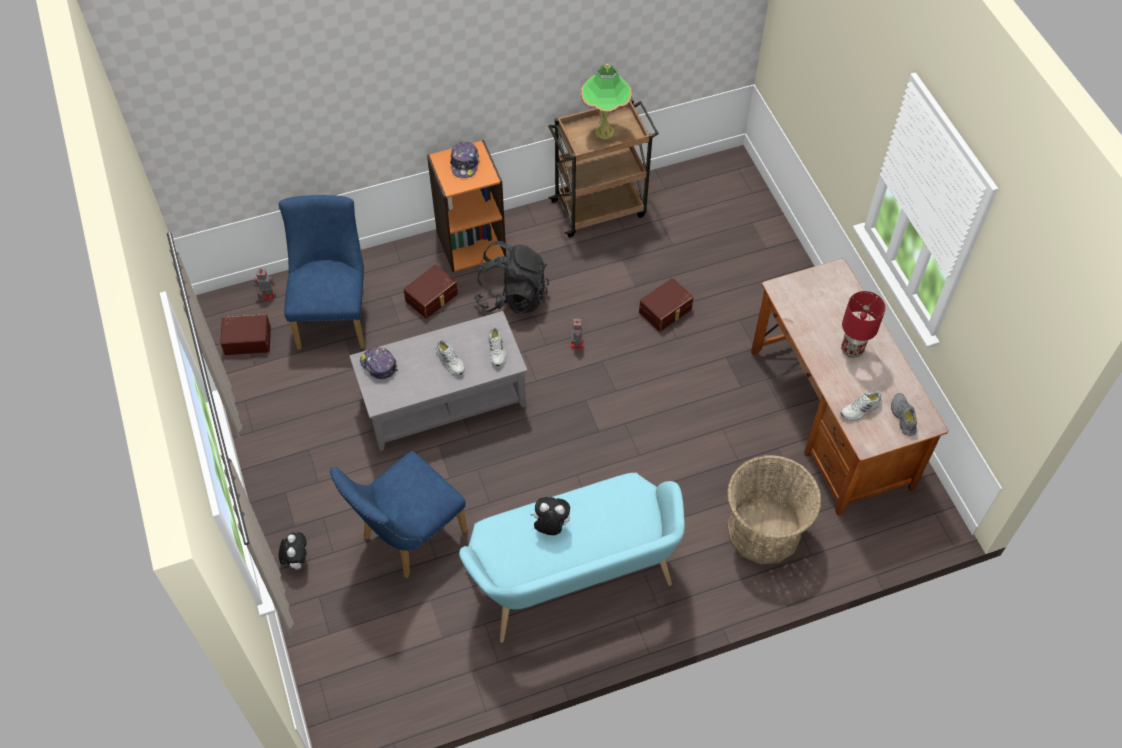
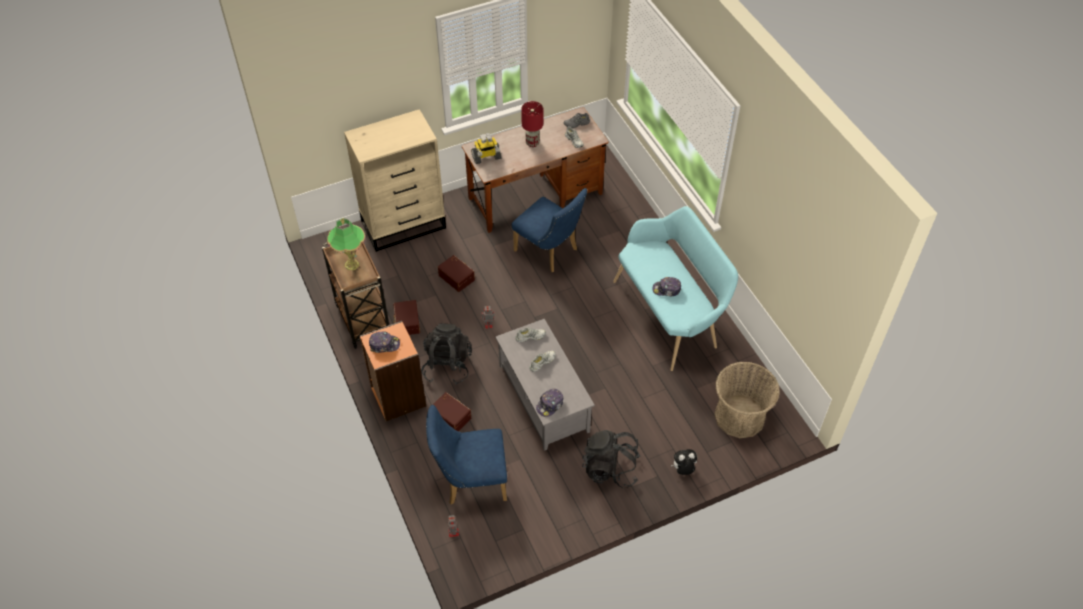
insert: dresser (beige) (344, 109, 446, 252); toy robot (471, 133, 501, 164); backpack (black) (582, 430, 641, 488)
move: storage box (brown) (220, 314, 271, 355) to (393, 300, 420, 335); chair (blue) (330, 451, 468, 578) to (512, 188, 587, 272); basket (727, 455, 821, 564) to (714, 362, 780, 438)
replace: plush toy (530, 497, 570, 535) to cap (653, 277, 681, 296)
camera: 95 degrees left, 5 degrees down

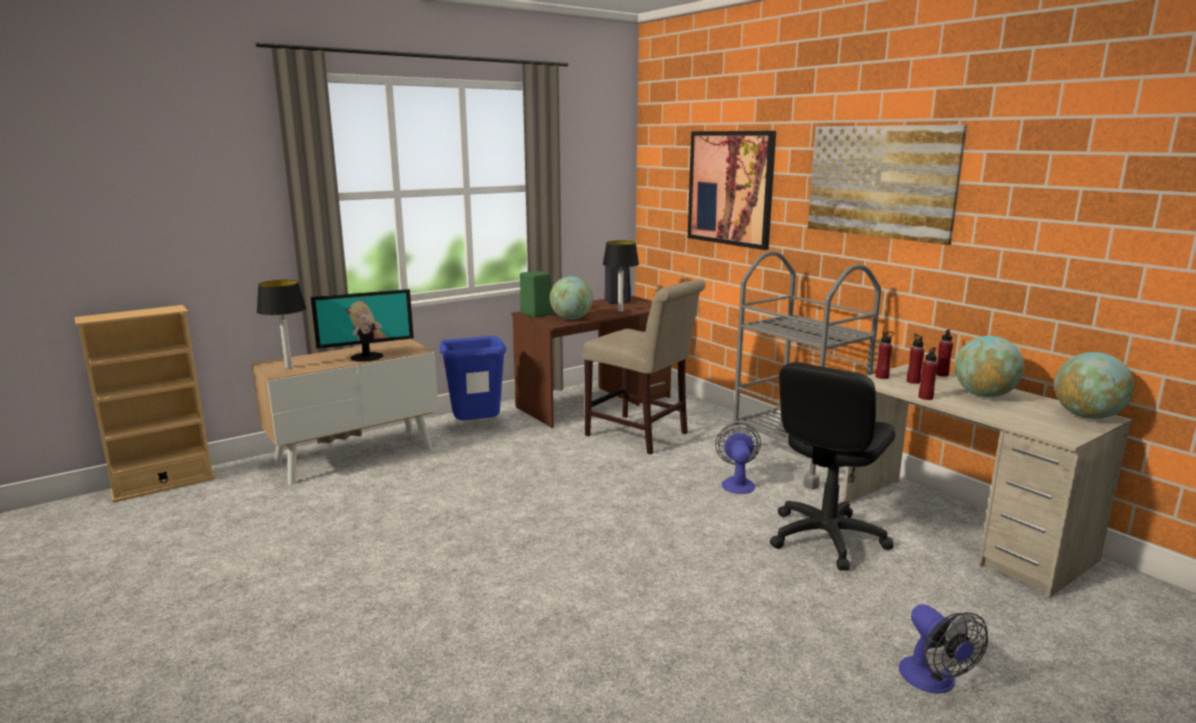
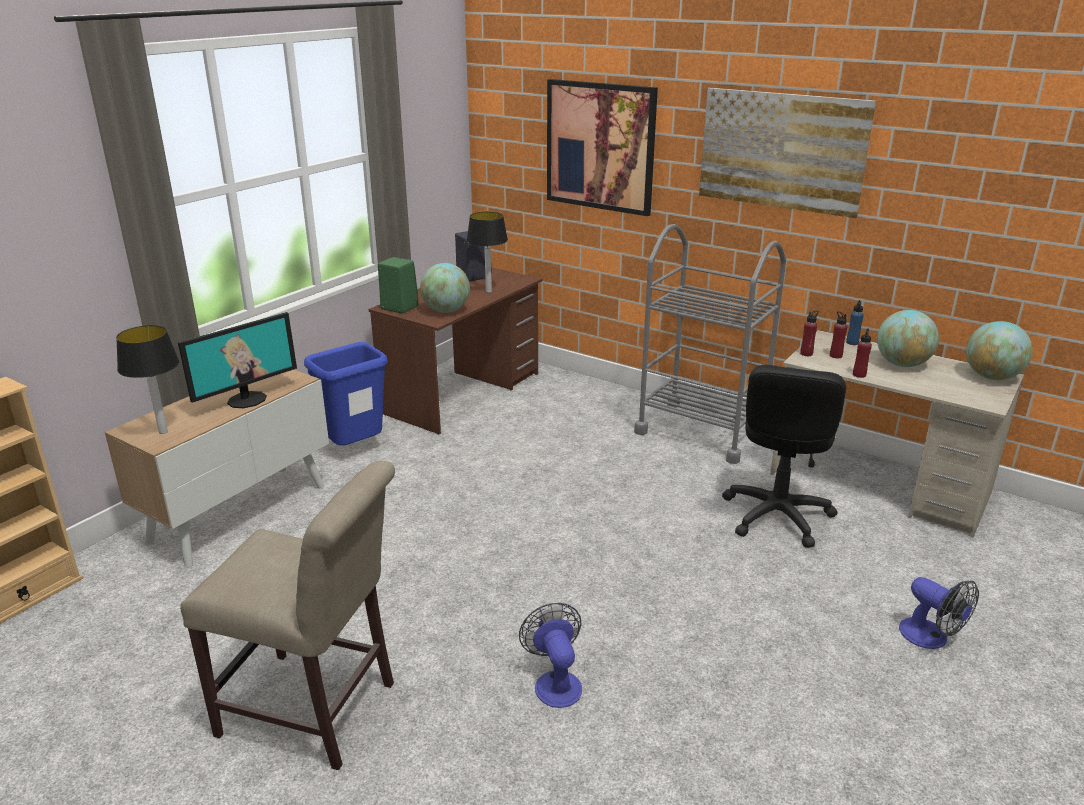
move: chair (beige) (583, 279, 705, 454) to (180, 461, 395, 770); fan (715, 423, 761, 494) to (519, 603, 582, 708)
recolor: bottle (red) (936, 329, 953, 377) to bottle (blue) (846, 300, 864, 345)
camera: 20 degrees left, 10 degrees up

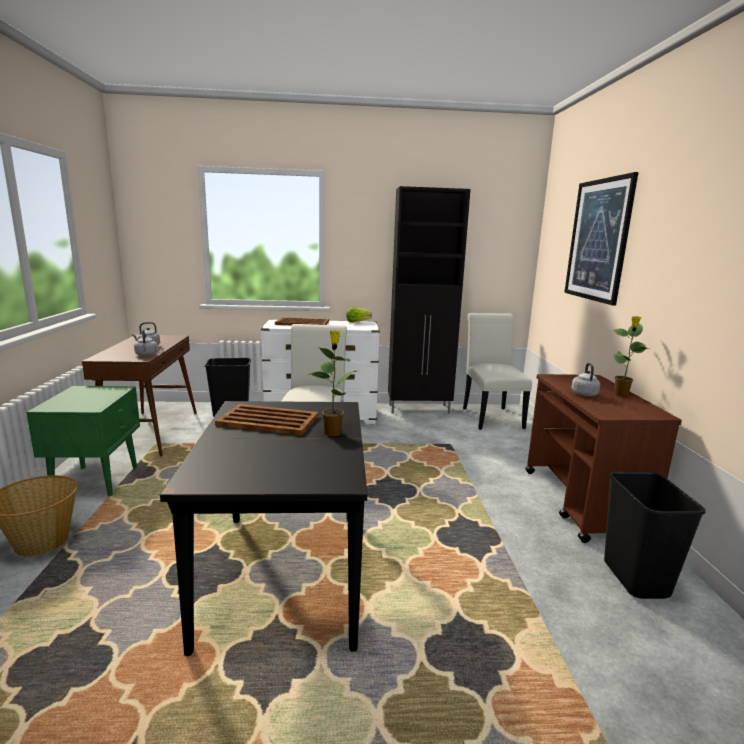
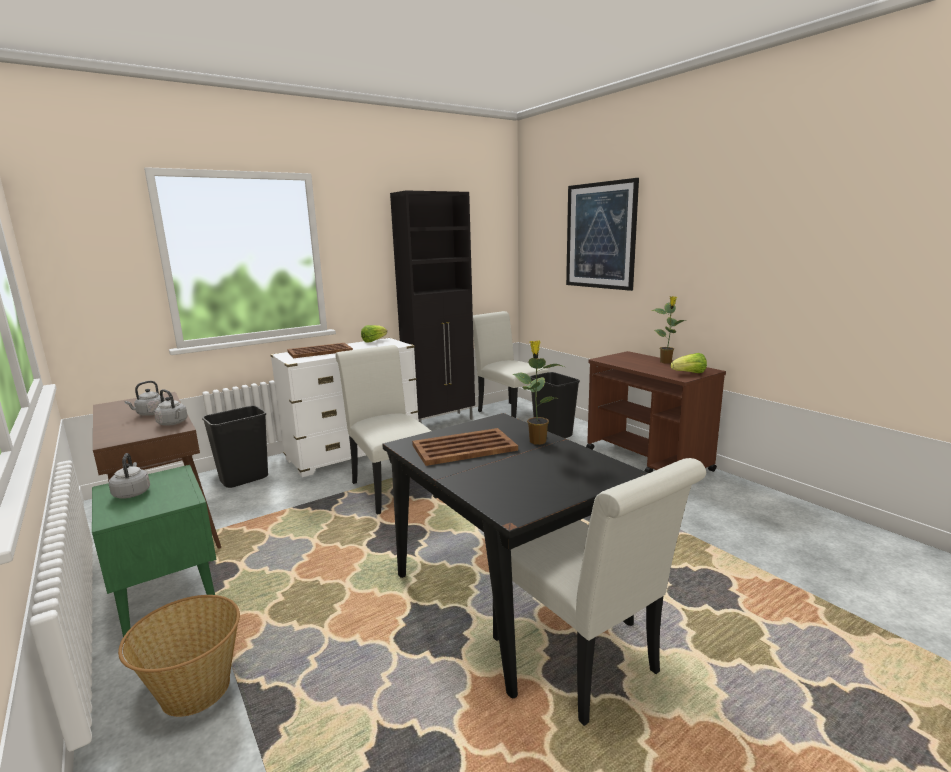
insert: chair (white) (493, 458, 706, 726); lettuce (670, 353, 707, 373)
move: kettle (grey) (571, 363, 600, 396) to (109, 453, 150, 499); trash can (black) (604, 472, 706, 599) to (530, 372, 580, 438)
camera: 30 degrees left, 0 degrees up

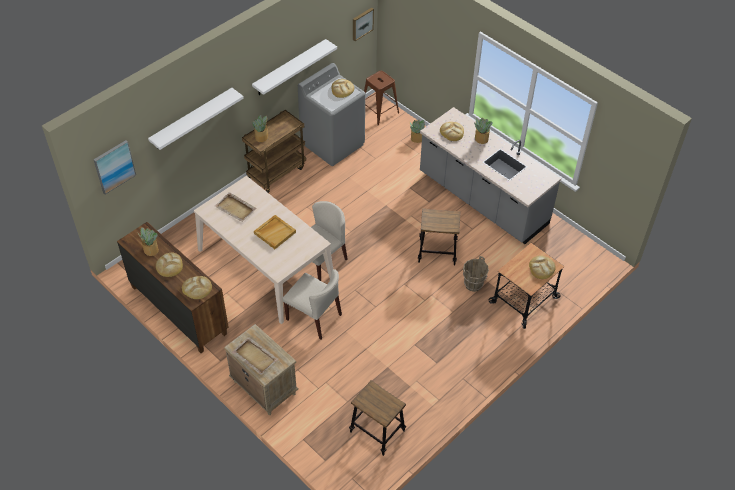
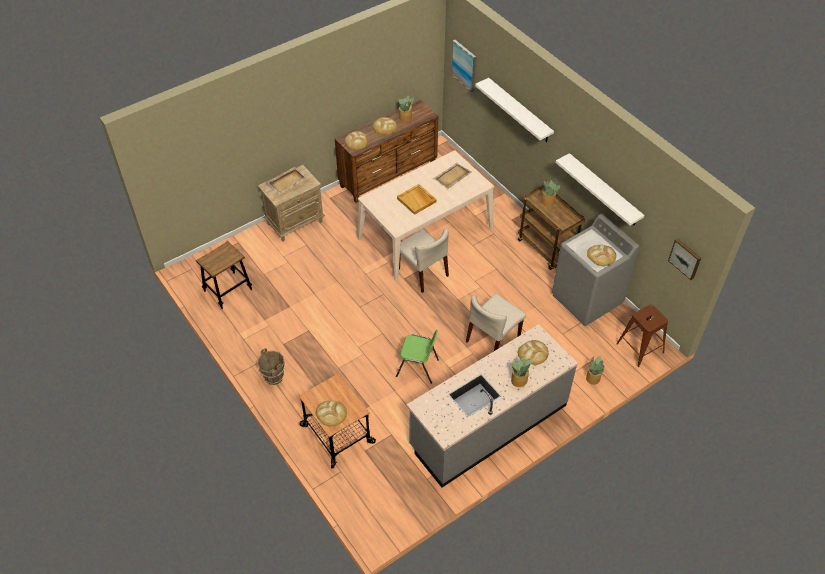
move: chair (beige) (283, 269, 342, 340) to (466, 294, 526, 351); bucket (brown) (463, 256, 489, 292) to (257, 348, 285, 385)
replace: stool (418, 208, 460, 266) to chair (green) (396, 330, 439, 384)
camera: 100 degrees right, 0 degrees up

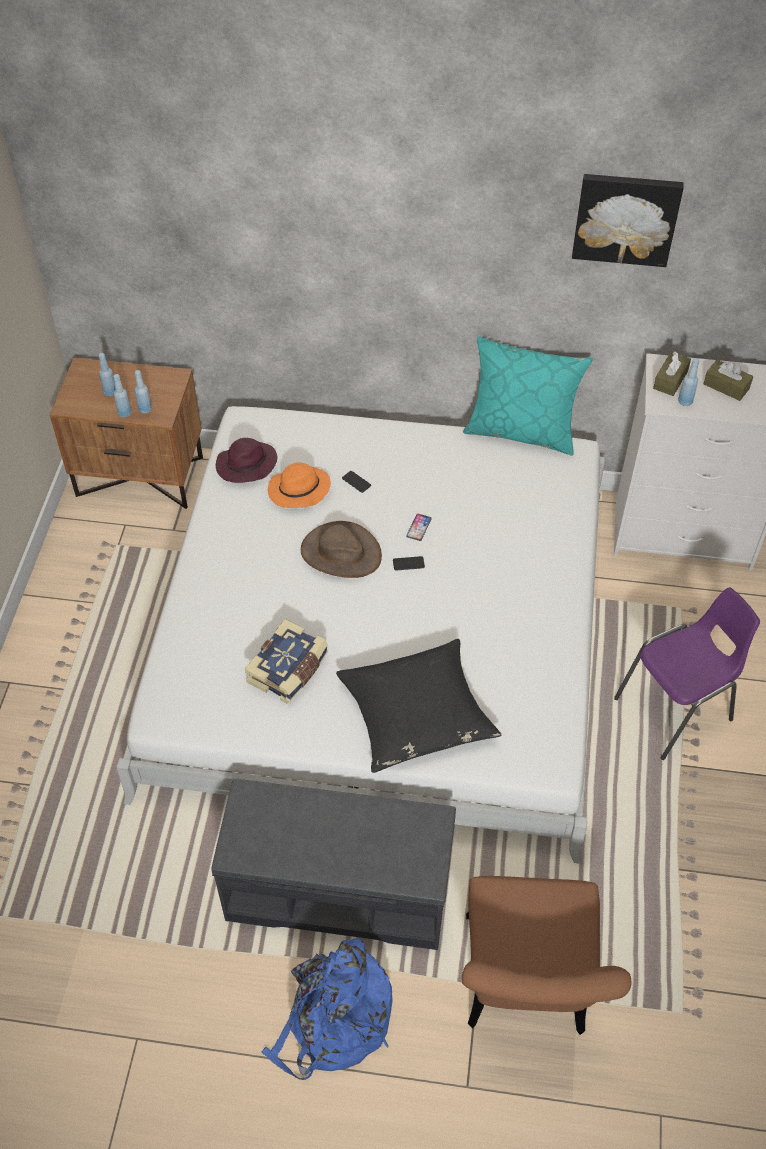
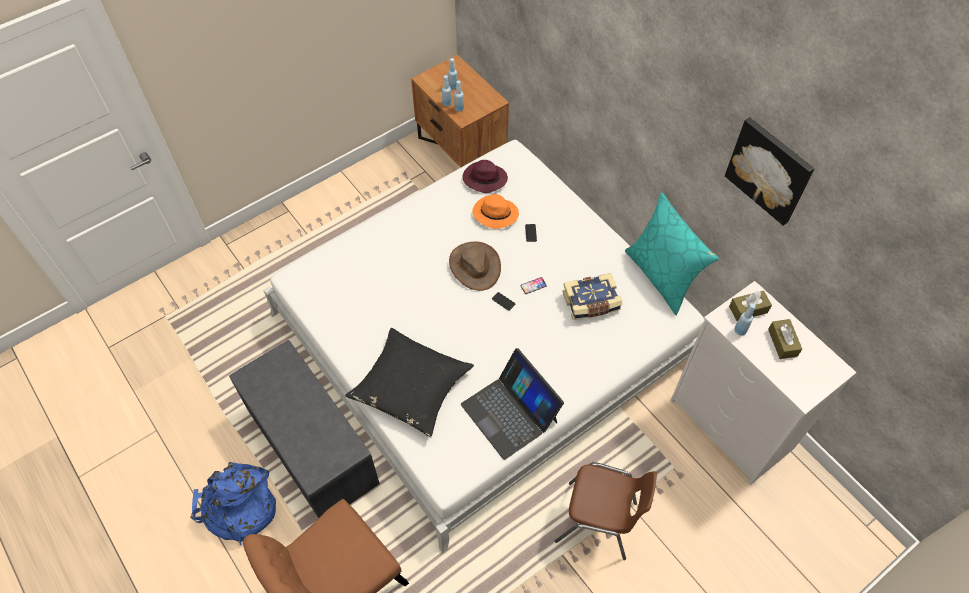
insert: laptop (461, 348, 564, 460)
move: book (245, 619, 328, 704) to (563, 273, 622, 320)
recolor: chair (purple) (614, 587, 760, 760) to chair (brown) (555, 462, 657, 560)
camera: 45 degrees right, 5 degrees up

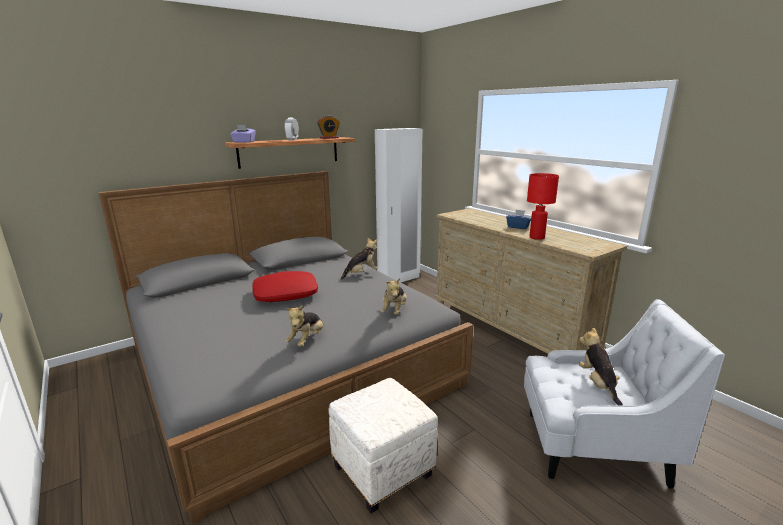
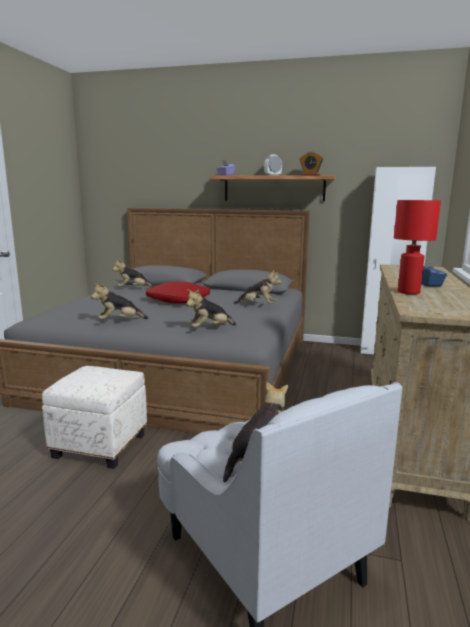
insert: plush toy (112, 260, 154, 288)
camera: 50 degrees right, 5 degrees down

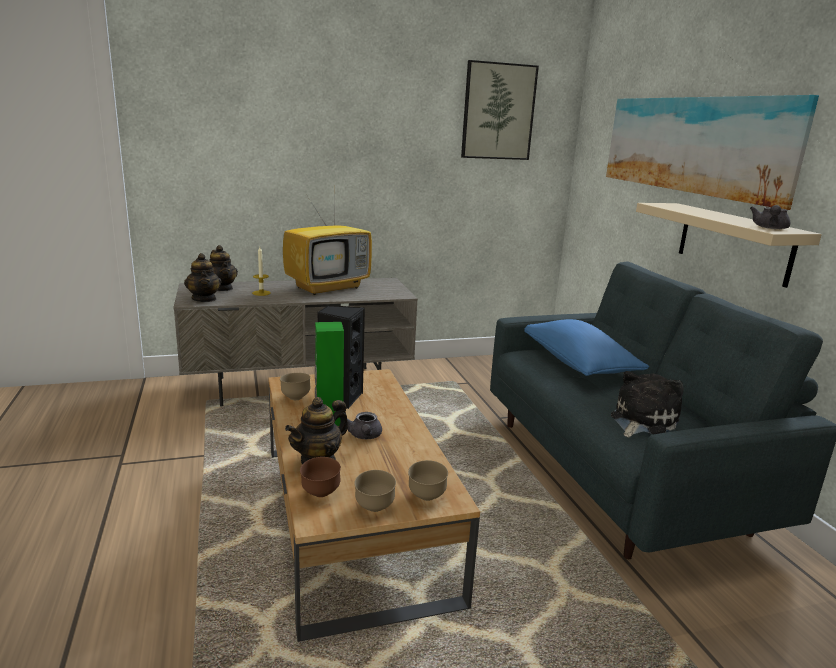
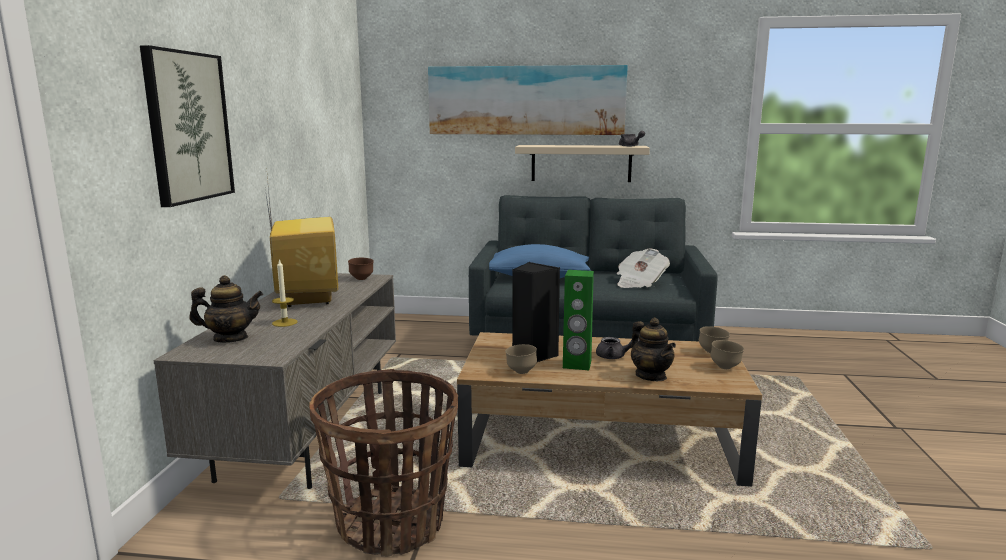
delete: teapot (184, 253, 222, 302)
insert: basket (309, 369, 458, 557)
move: bowl (brown) (300, 457, 341, 497) to (348, 258, 374, 280); picture (461, 60, 539, 160) to (140, 45, 235, 207)
replace: plush toy (611, 371, 684, 438) to newspaper (617, 248, 670, 288)
camera: 65 degrees left, 5 degrees down

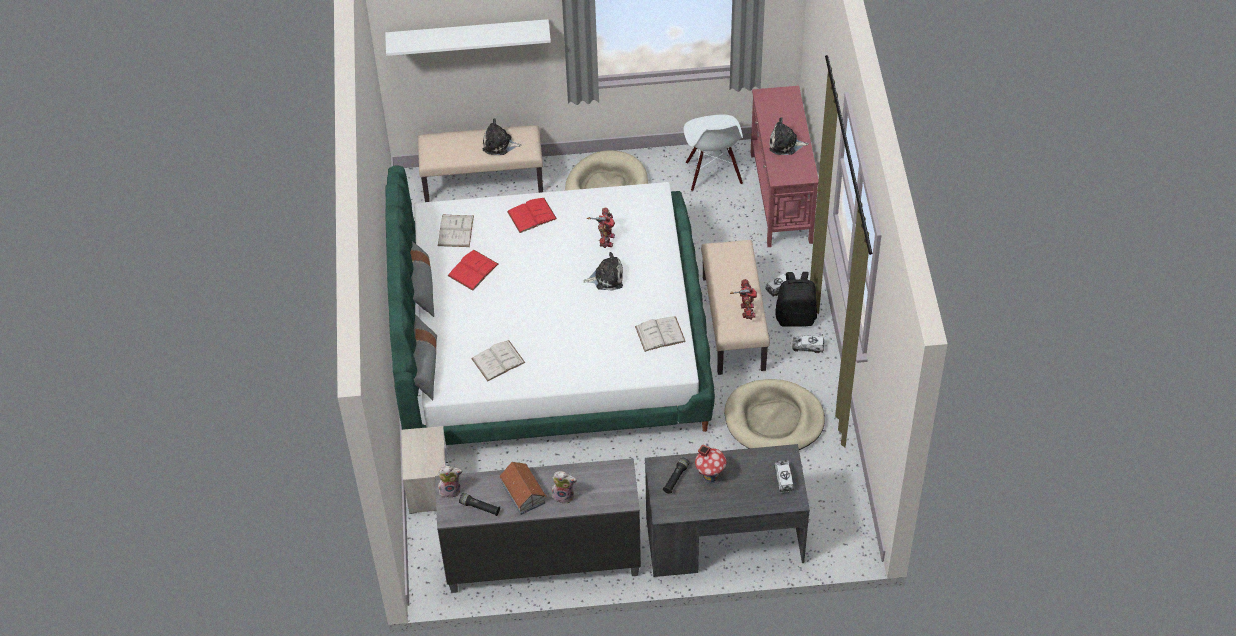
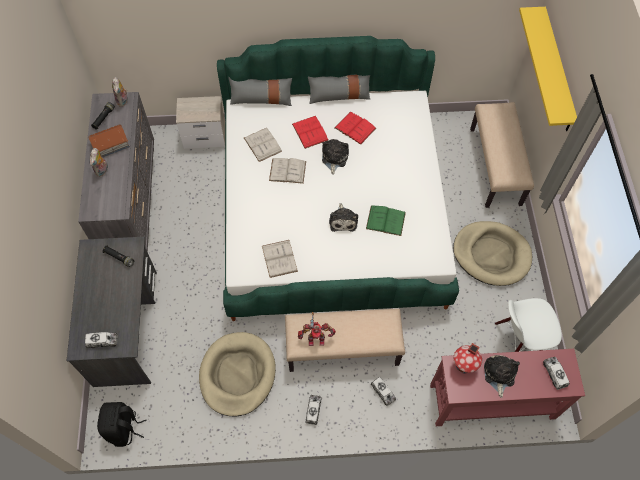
insert: toy truck (543, 357, 569, 390)
move: book (white) (438, 215, 474, 247) to (269, 158, 306, 184); plush toy (483, 118, 522, 155) to (322, 139, 349, 175); book (red) (507, 198, 557, 233) to (292, 116, 328, 149); toy house (695, 444, 726, 484) to (453, 343, 482, 374); backpack (black) (775, 272, 817, 327) to (97, 402, 147, 447)
replace: toy robot (587, 208, 615, 248) to book (green) (366, 206, 406, 236)
recolor: shelf (white) (385, 19, 551, 56) to shelf (yellow) (519, 7, 577, 131)
camera: 90 degrees right, 10 degrees up

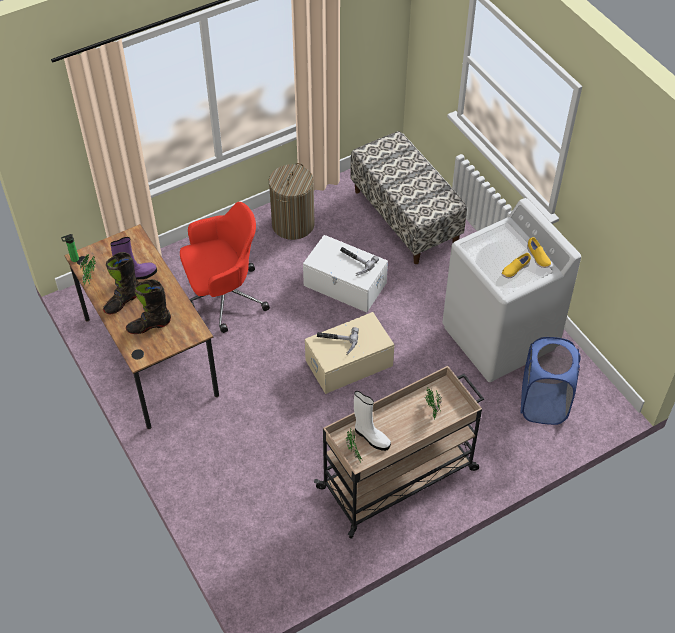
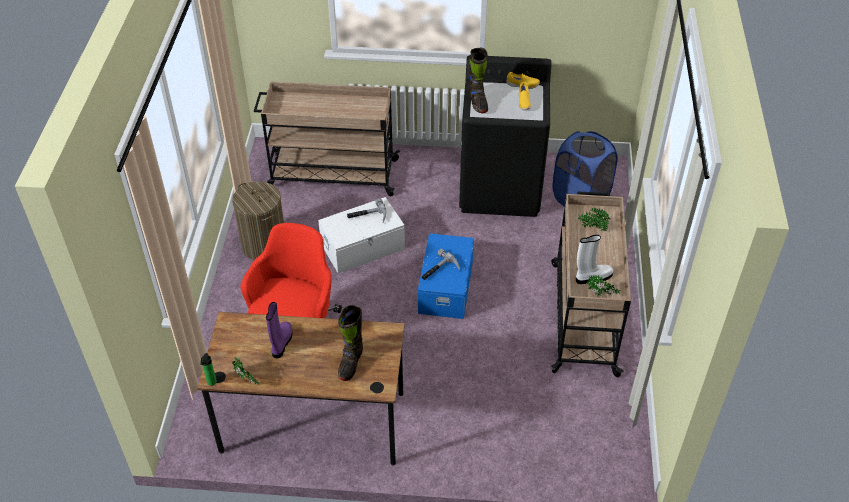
move: boot (black) (103, 252, 139, 314) to (469, 48, 488, 113)
replace: bench (350, 131, 467, 264) to cart (beige) (254, 82, 400, 196)
recolor: storage box (beige) (305, 312, 394, 394) to storage box (blue) (418, 233, 474, 319); washing machine (white) (442, 198, 581, 382) to washing machine (black) (459, 55, 552, 217)
camera: 55 degrees left, 5 degrees down

